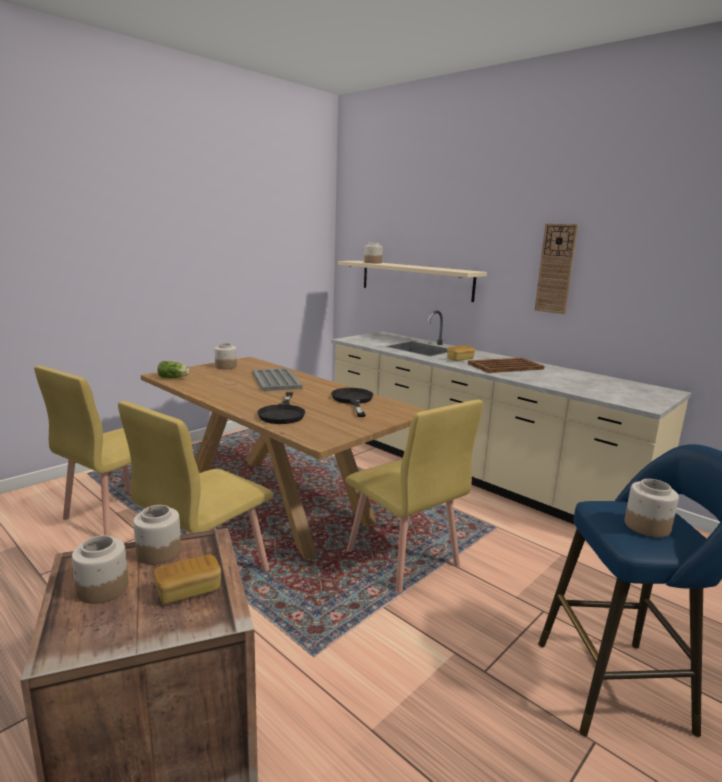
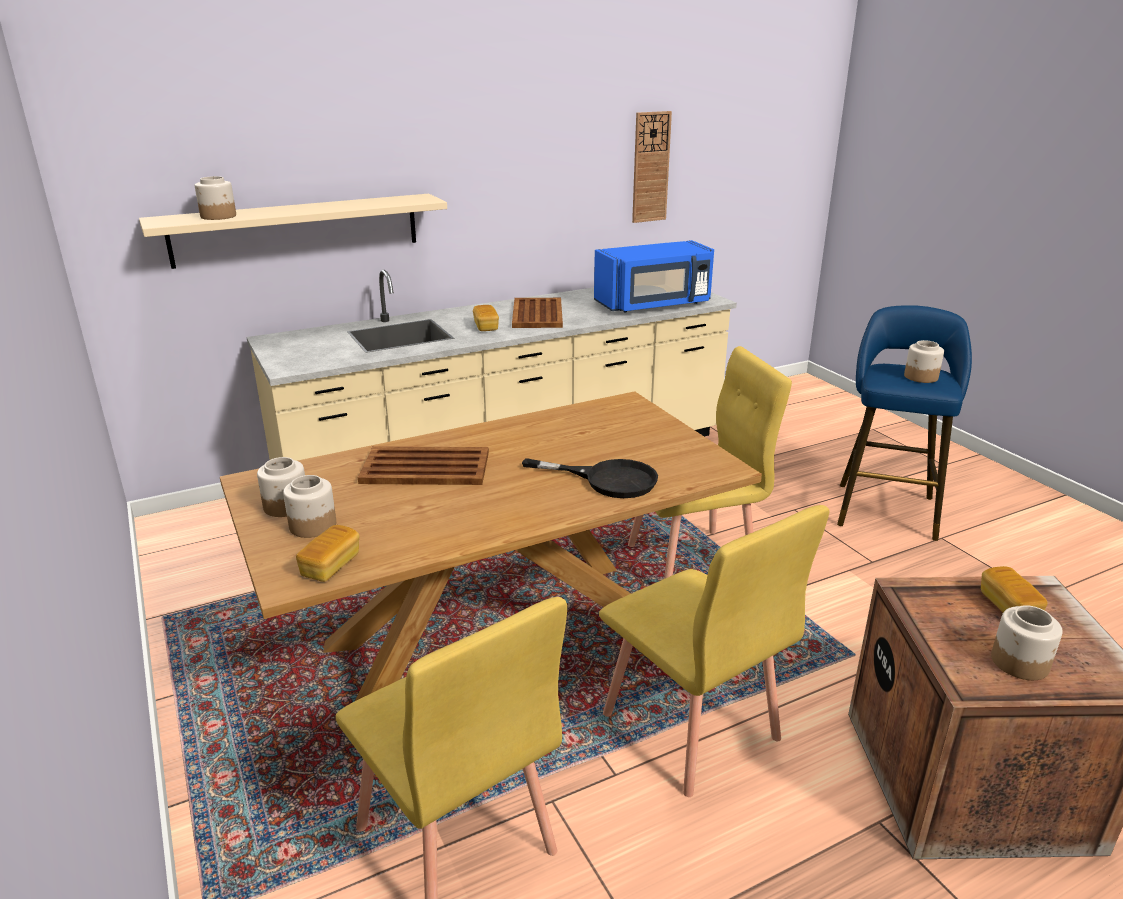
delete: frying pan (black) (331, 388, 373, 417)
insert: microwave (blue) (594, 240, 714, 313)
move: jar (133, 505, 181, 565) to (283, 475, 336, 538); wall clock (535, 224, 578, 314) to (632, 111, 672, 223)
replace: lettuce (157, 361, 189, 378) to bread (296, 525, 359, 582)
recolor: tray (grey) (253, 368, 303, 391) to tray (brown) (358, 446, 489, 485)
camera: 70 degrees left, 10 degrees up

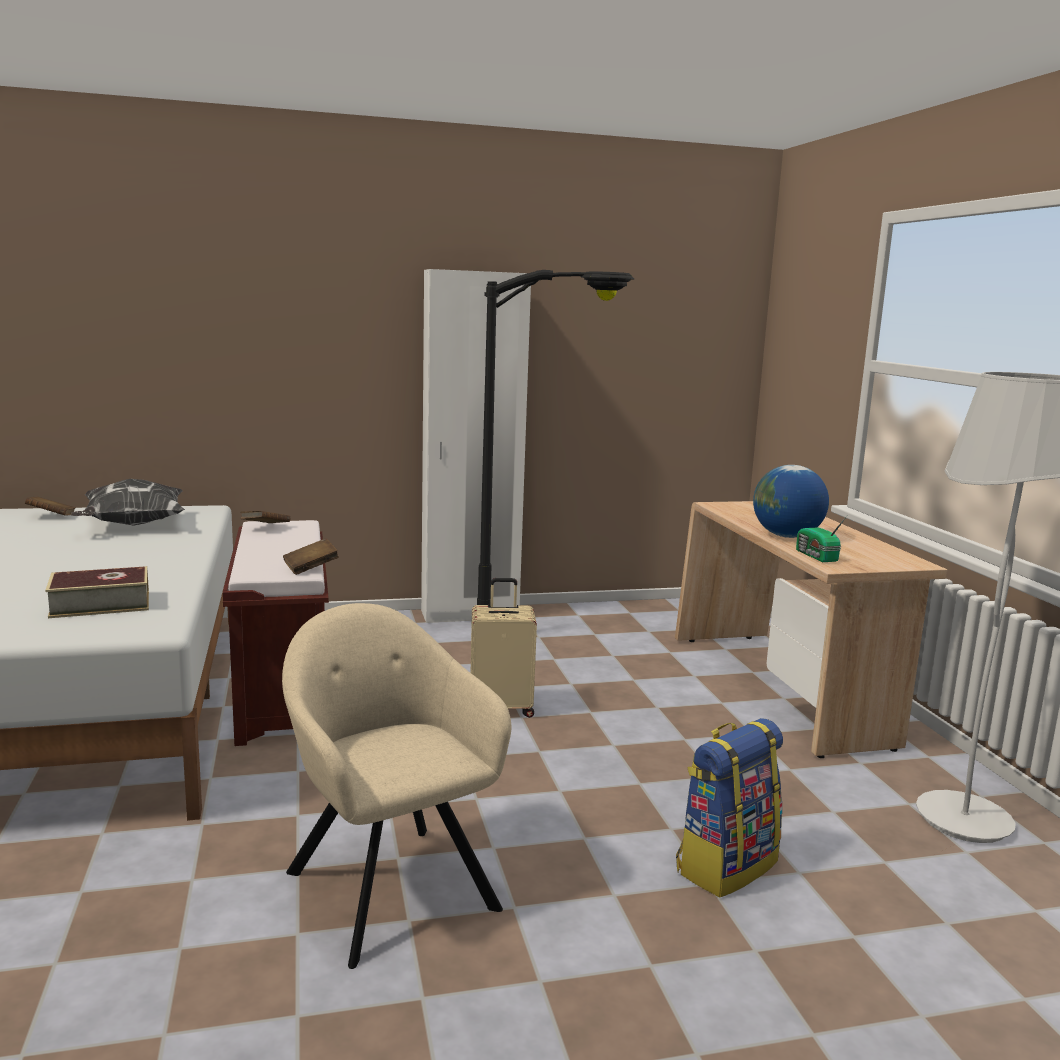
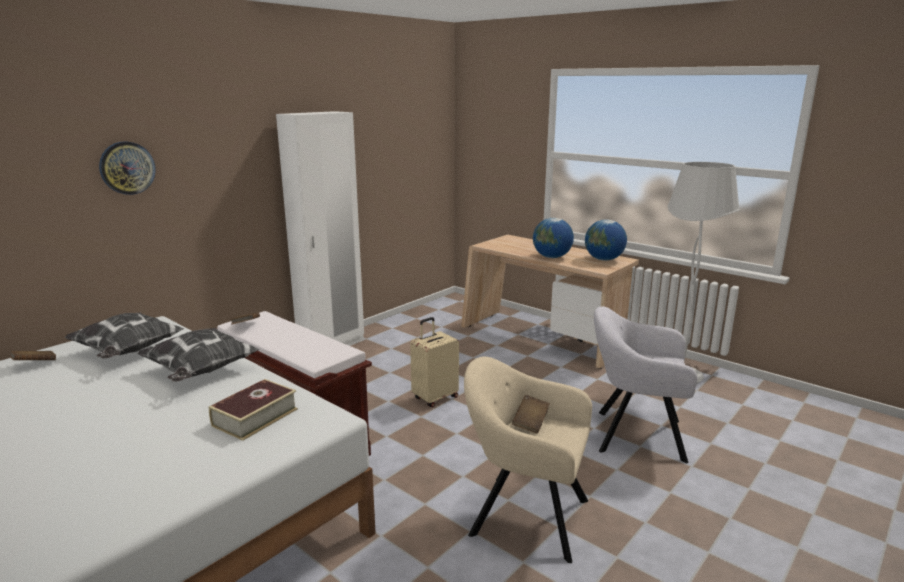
delete: floor lamp (black) (477, 270, 634, 607); radio (796, 516, 847, 562)
insert: wall clock (99, 141, 156, 195); pillow (137, 328, 259, 382); globe (585, 219, 627, 261)
move: book (brown) (283, 538, 339, 575) to (512, 395, 550, 433)
replace: backpack (676, 718, 783, 897) to armchair (grey) (594, 306, 697, 463)
camera: 35 degrees left, 5 degrees up

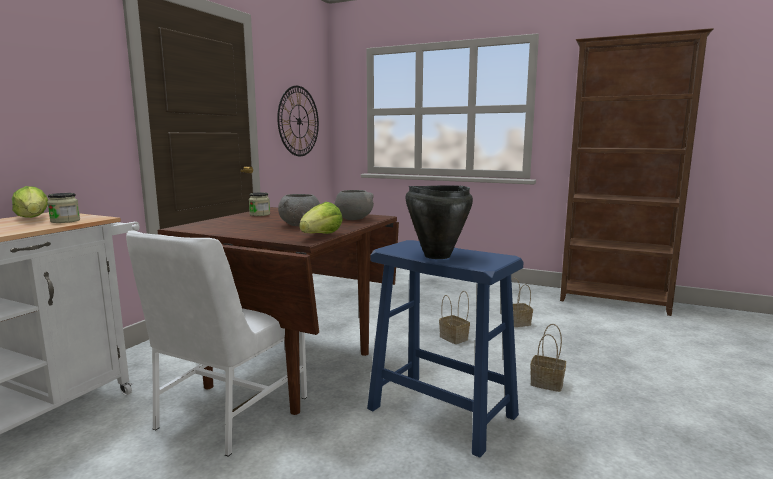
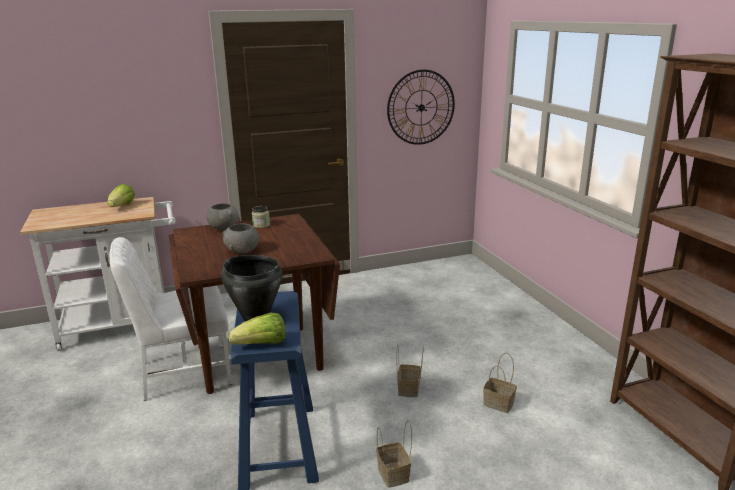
delete: jar (47, 193, 80, 223)
move: lettuce (299, 202, 343, 234) to (229, 313, 285, 345); bowl (grey) (335, 190, 374, 220) to (206, 203, 240, 230)
camera: 45 degrees right, 10 degrees up

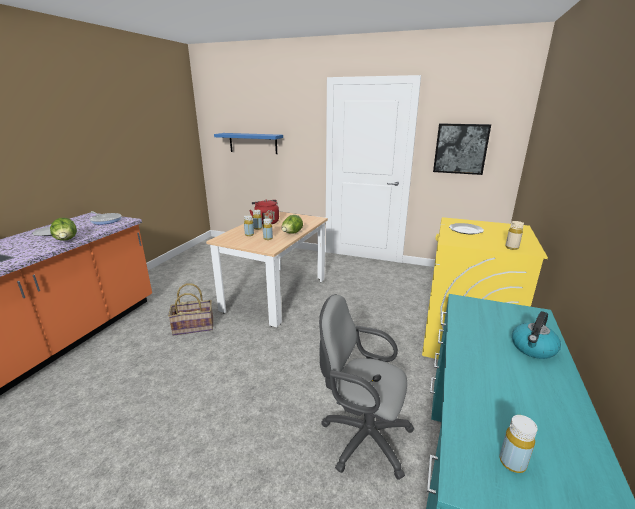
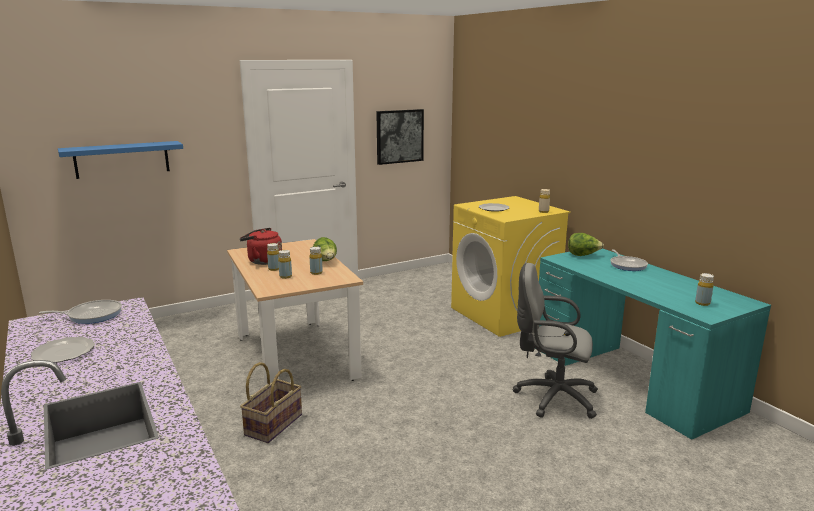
move: lettuce (50, 218, 77, 241) to (568, 233, 604, 256)
replace: kettle (512, 311, 561, 359) to frying pan (610, 250, 648, 271)
rotate: office chair (grey) (319, 294, 415, 480) = (513, 263, 598, 419) 45 degrees clockwise
camera: 50 degrees left, 5 degrees down

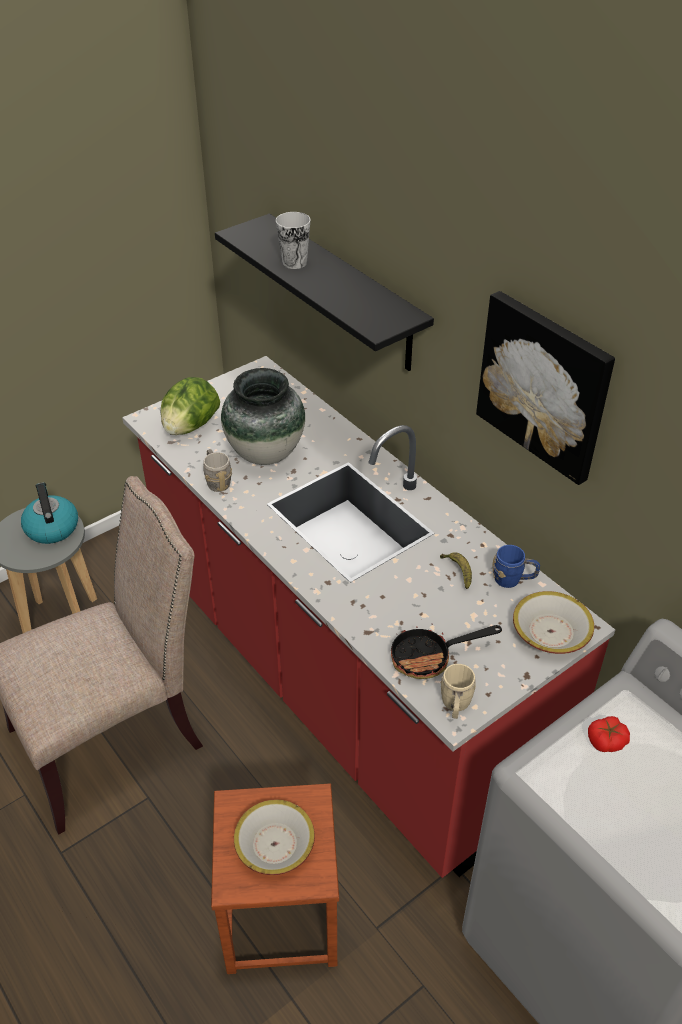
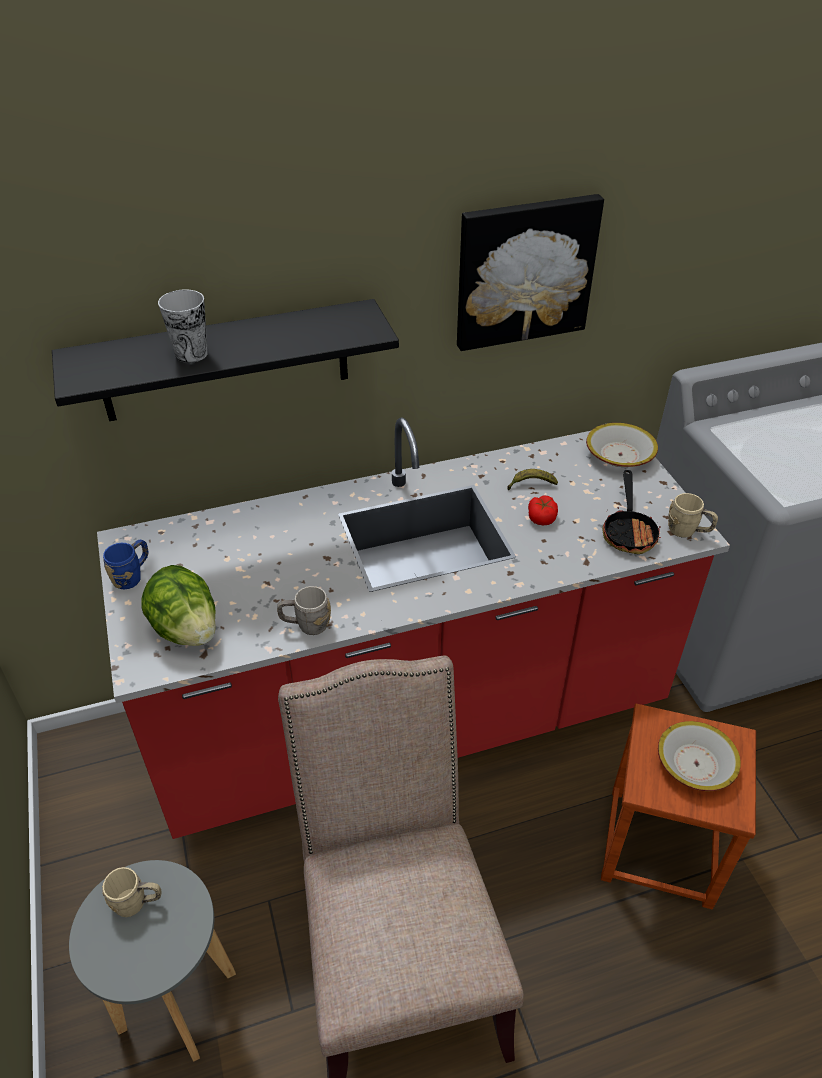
delete: vase (221, 368, 305, 465)
move: mug (blue) (493, 545, 540, 588) to (103, 539, 148, 589); tomato (588, 716, 630, 752) to (528, 495, 558, 525)
replace: kettle (21, 482, 78, 544) to mug (beige) (102, 867, 162, 917)
camera: 70 degrees left, 0 degrees up

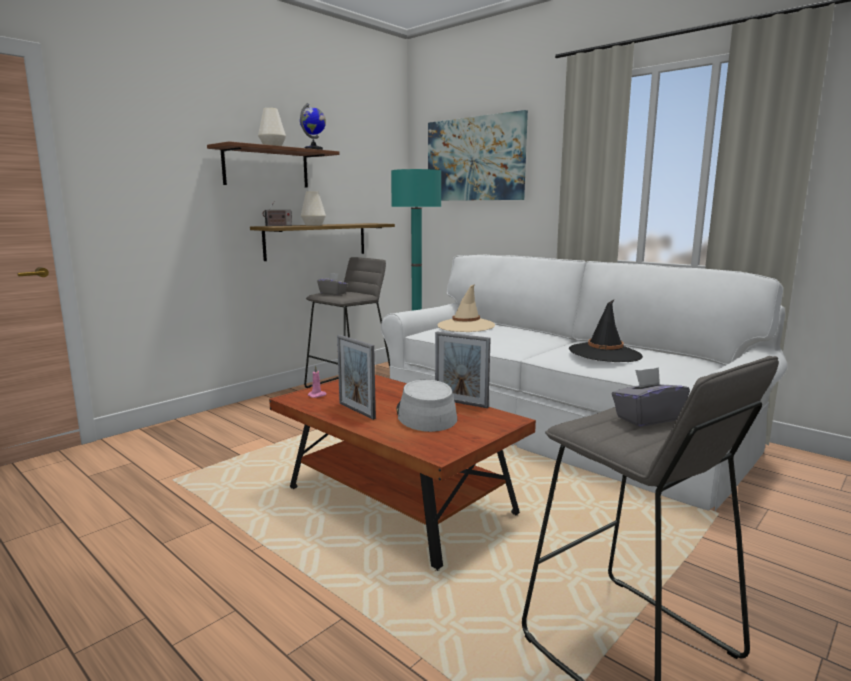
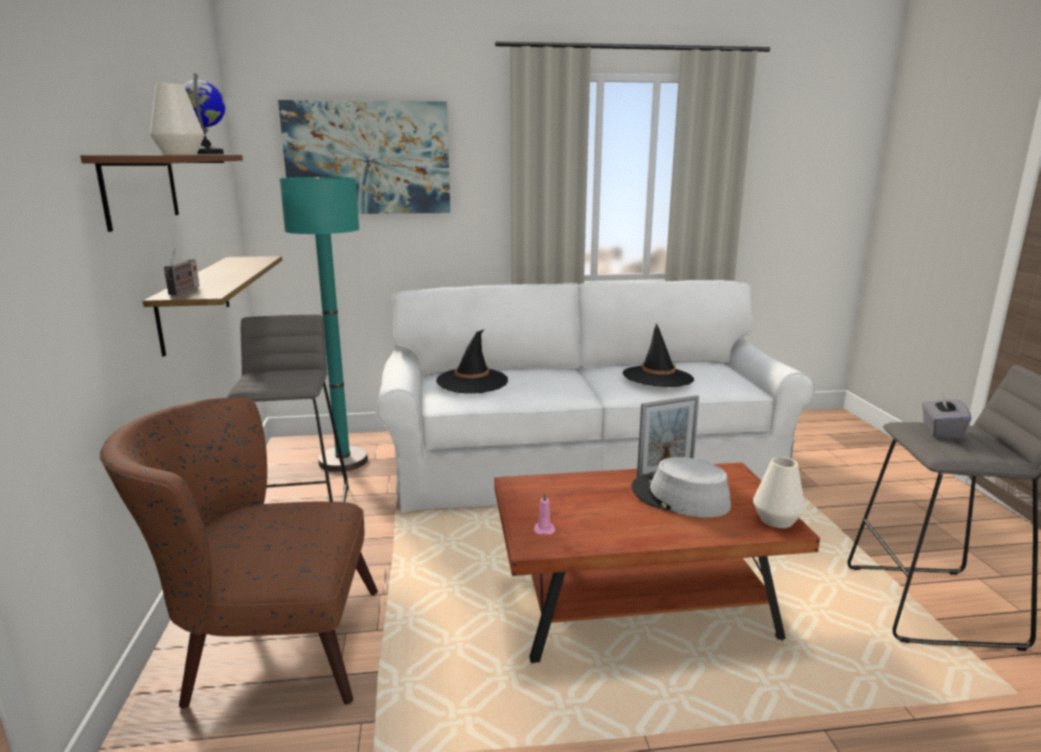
delete: tissue box (grey) (317, 273, 348, 295); picture frame (337, 335, 376, 420)
insert: armchair (brown) (100, 398, 378, 708)
move: vase (white) (301, 192, 326, 226) to (753, 457, 805, 528)
recolor: hat (beige) (438, 284, 495, 332) to hat (black) (436, 329, 508, 394)
camera: 50 degrees left, 5 degrees up

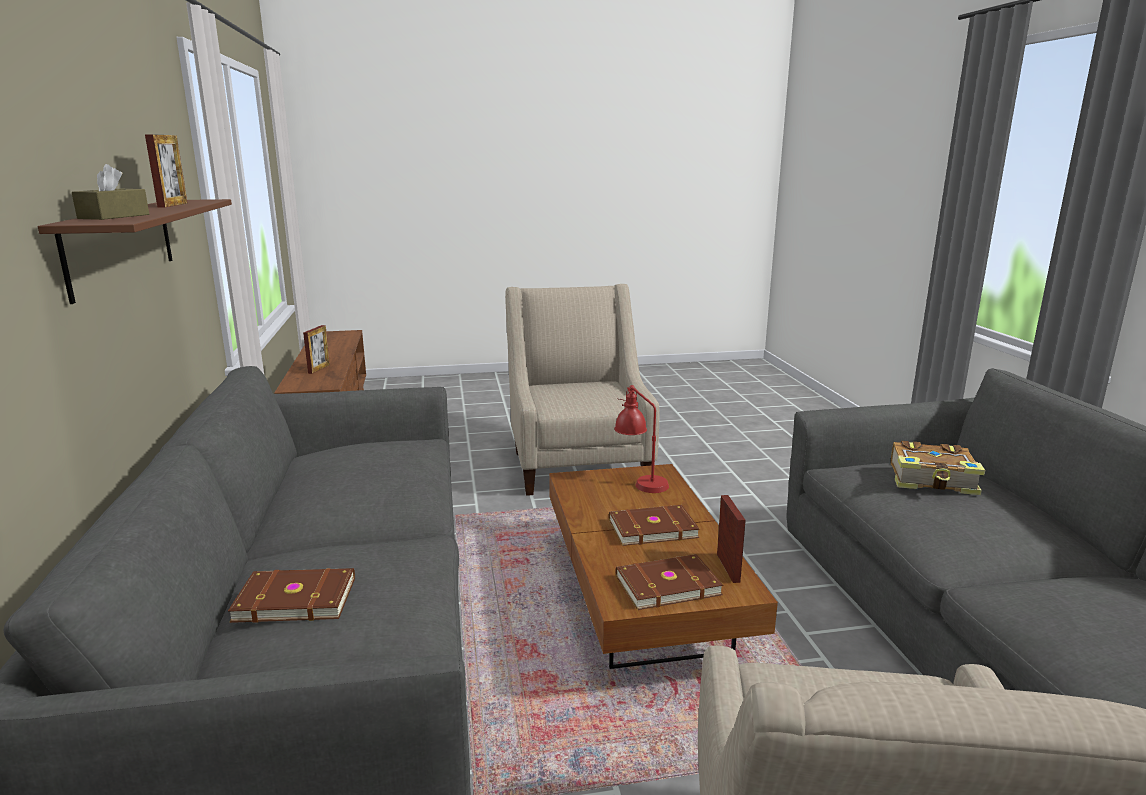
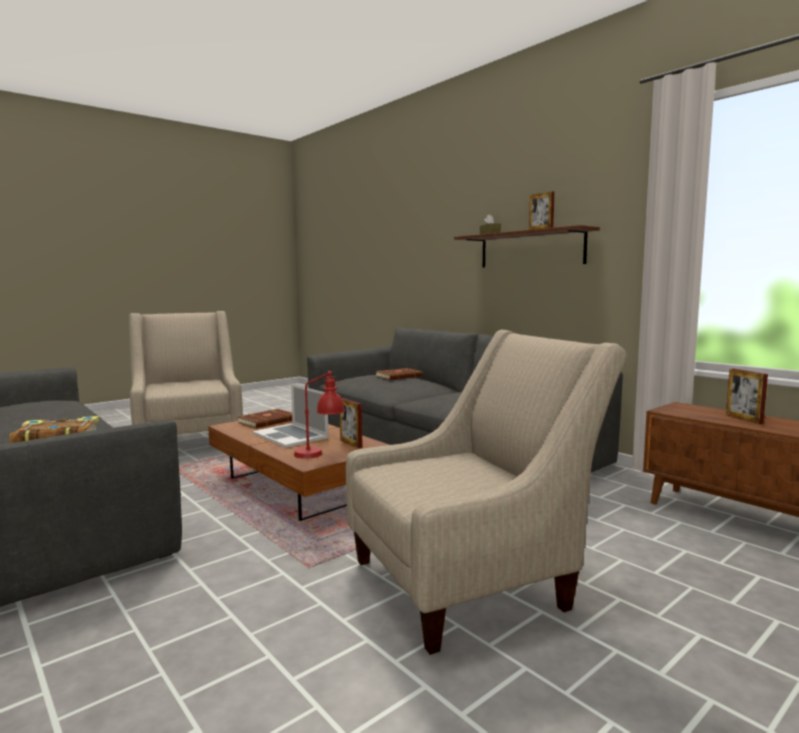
move: picture frame (717, 495, 746, 583) to (340, 398, 363, 448)
replace: book (brown) (609, 505, 700, 546) to laptop (252, 384, 329, 448)
rotate: armchair (beige) (505, 284, 659, 496) = (346, 330, 627, 655) 75 degrees counterclockwise
camera: 150 degrees right, 10 degrees down

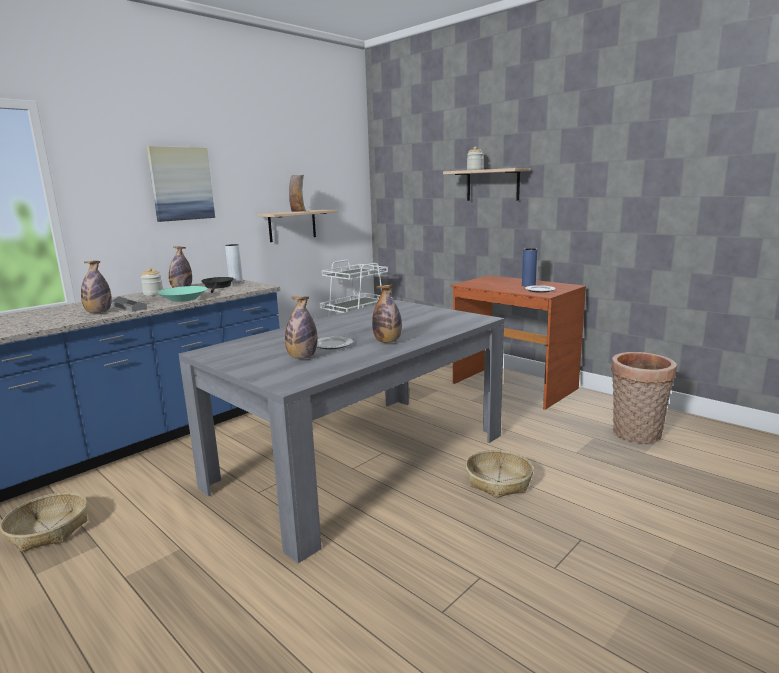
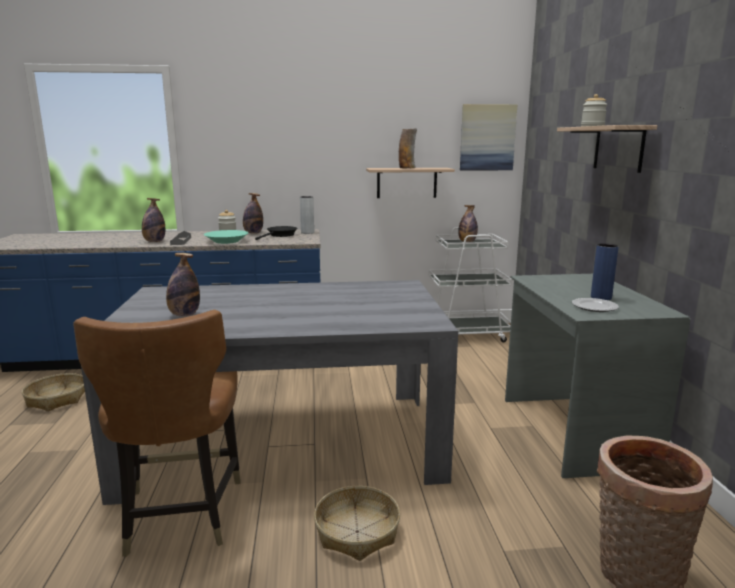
delete: plate (317, 336, 353, 349)
insert: chair (brown) (73, 310, 241, 557)
move: picture (146, 146, 215, 222) to (460, 104, 518, 171); bottle (372, 284, 402, 343) to (458, 205, 478, 242)
recolor: desk (brown) (450, 275, 586, 410) to desk (grey) (505, 274, 691, 478)
camera: 40 degrees right, 0 degrees up

